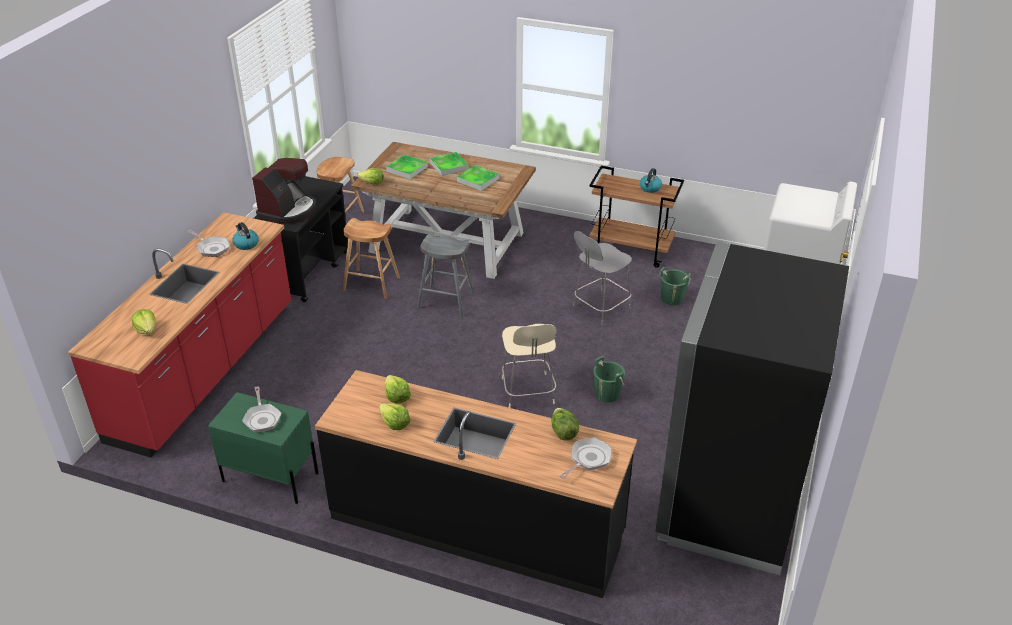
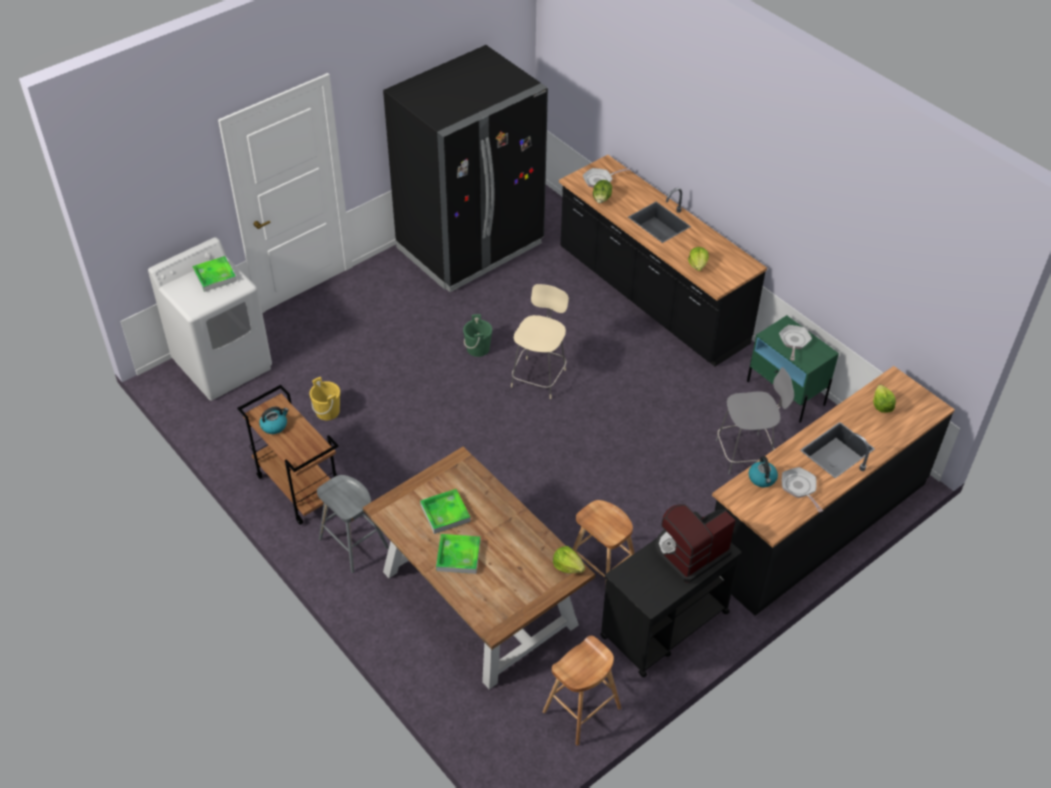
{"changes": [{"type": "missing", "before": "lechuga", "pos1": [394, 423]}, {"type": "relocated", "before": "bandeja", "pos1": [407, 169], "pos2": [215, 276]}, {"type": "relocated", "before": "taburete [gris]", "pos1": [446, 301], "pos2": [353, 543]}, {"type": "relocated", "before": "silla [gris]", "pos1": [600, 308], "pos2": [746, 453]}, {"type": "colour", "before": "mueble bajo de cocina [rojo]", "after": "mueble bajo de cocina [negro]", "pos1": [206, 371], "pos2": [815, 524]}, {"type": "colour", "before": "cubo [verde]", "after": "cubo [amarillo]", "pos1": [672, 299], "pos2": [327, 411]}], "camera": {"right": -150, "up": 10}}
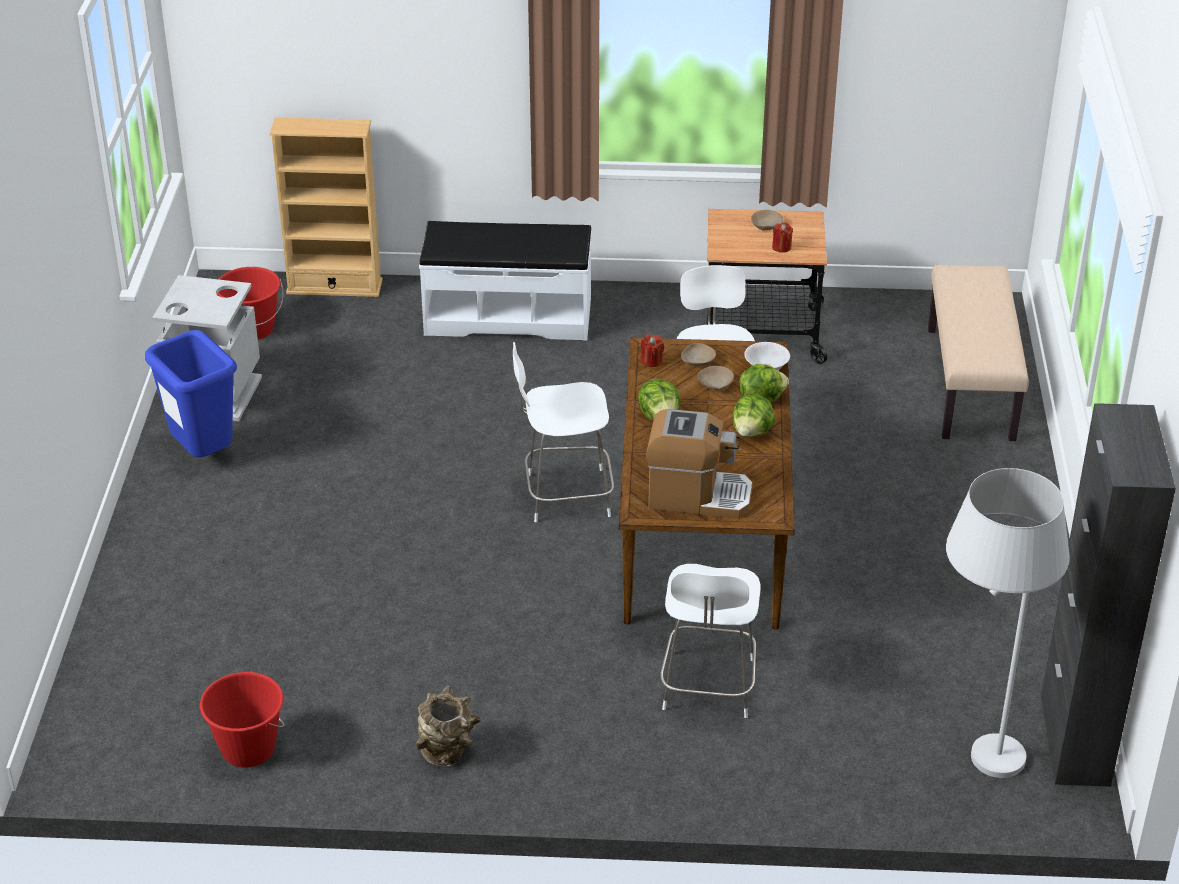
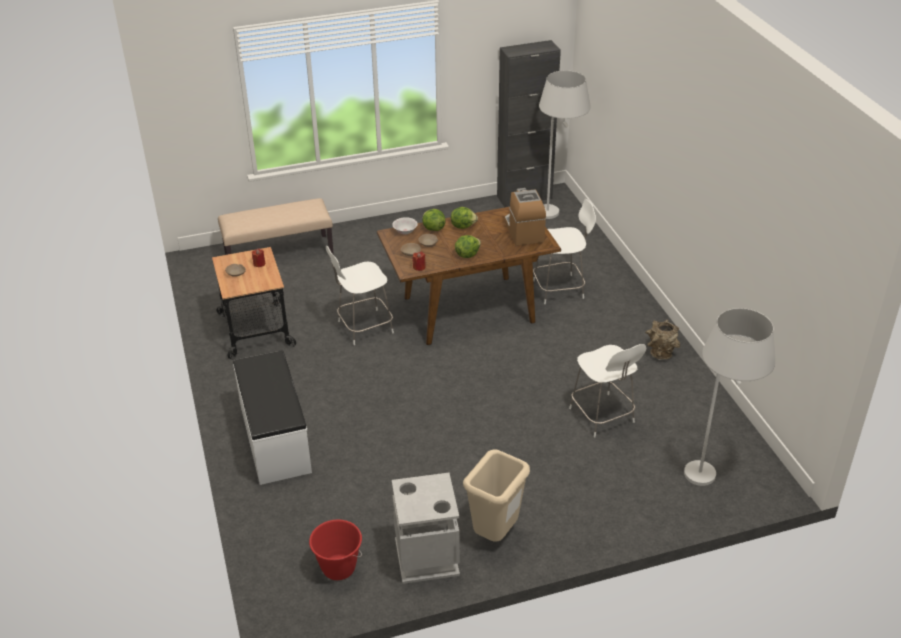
{"changes": [{"type": "missing", "before": "cubo [rojo]", "pos1": [248, 750]}, {"type": "missing", "before": "estantería [beis]", "pos1": [334, 286]}, {"type": "appeared", "after": "lámpara de pie [blanco]", "pos2": [713, 484]}, {"type": "relocated", "before": "silla [blanco]", "pos1": [564, 495], "pos2": [602, 417]}, {"type": "colour", "before": "papelera [azul]", "after": "papelera [beis]", "pos1": [203, 455], "pos2": [495, 535]}], "camera": {"right": -110, "up": 0}}
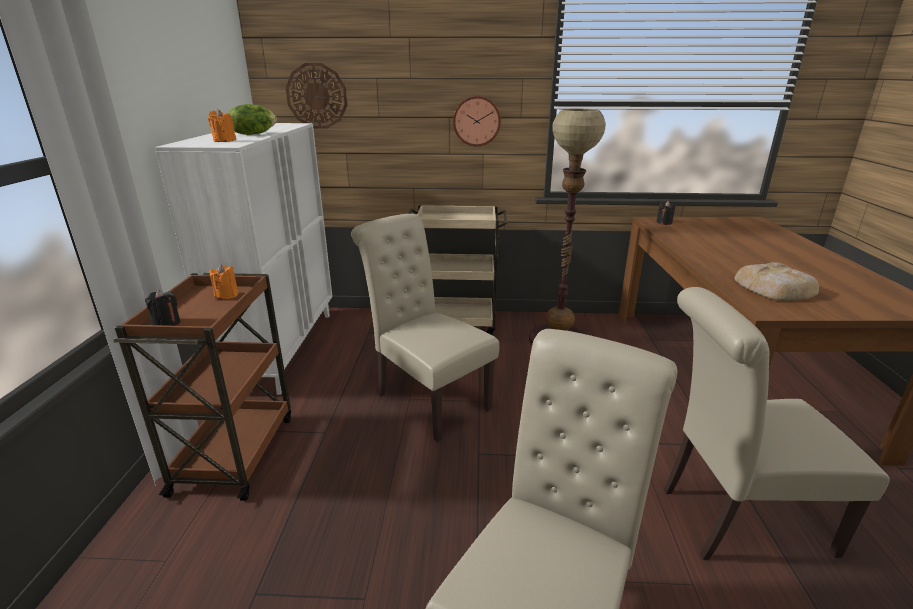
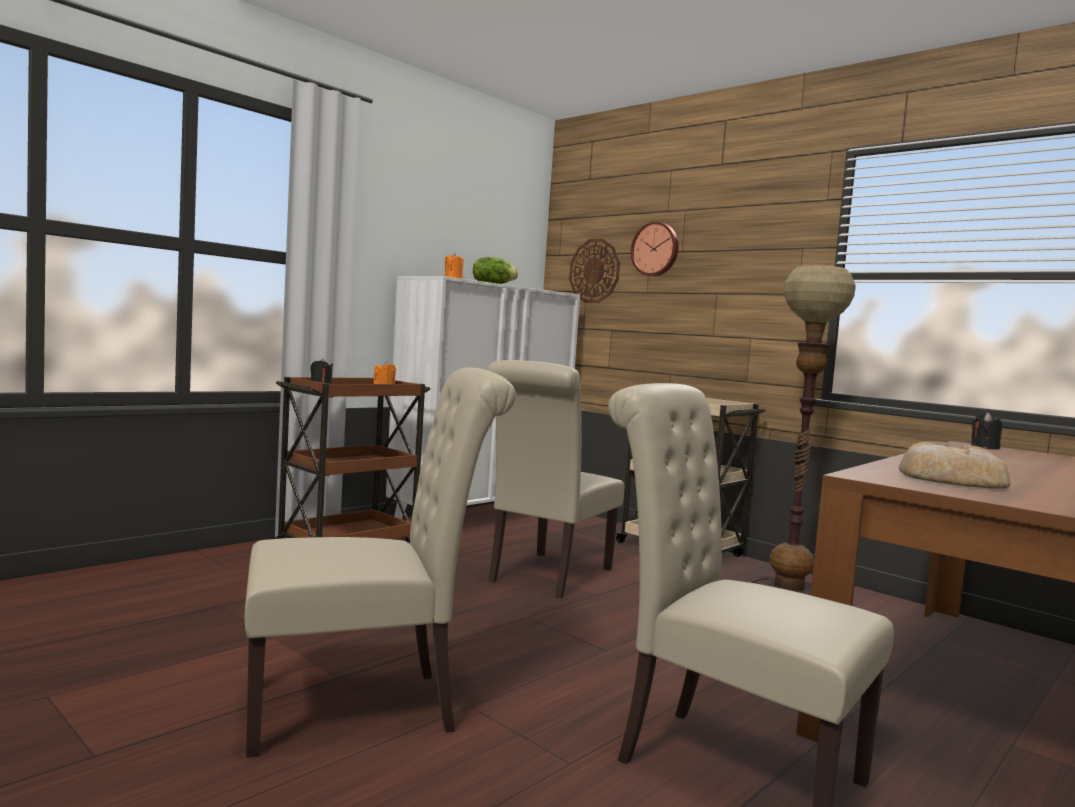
{"changes": [{"type": "relocated", "before": "reloj de pared", "pos1": [476, 121], "pos2": [656, 249]}, {"type": "spun", "before": "silla [beis]", "pos1": [427, 399], "pos2": [546, 577], "turn": -150}], "camera": {"right": 40, "up": -20}}
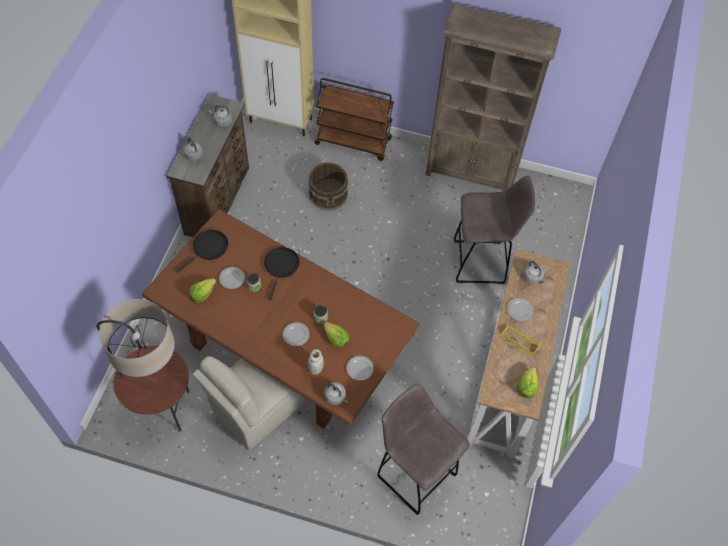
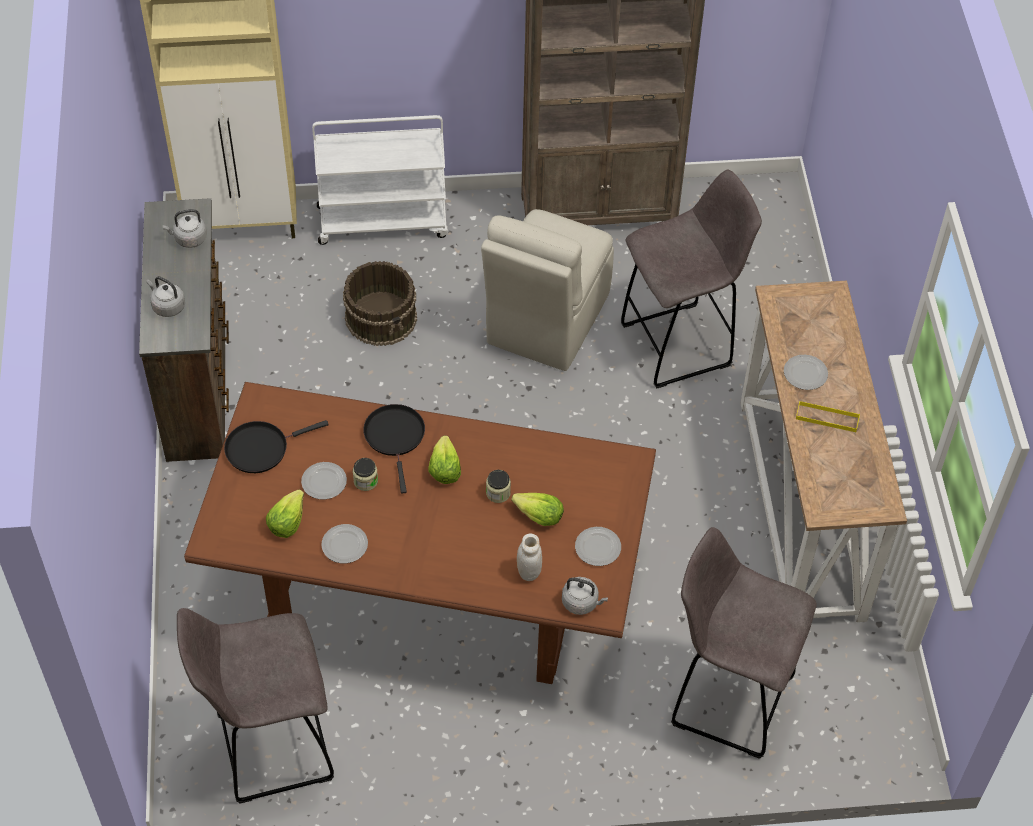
{"changes": [{"type": "missing", "before": "hervidor [gris]", "pos1": [533, 278]}, {"type": "relocated", "before": "silla [beis]", "pos1": [256, 408], "pos2": [546, 320]}, {"type": "relocated", "before": "plato", "pos1": [296, 334], "pos2": [344, 545]}, {"type": "relocated", "before": "lechuga", "pos1": [526, 386], "pos2": [444, 469]}, {"type": "exchanged", "before": "lámpara de pie", "after": "taburete [gris]", "pos1": [163, 408], "pos2": [270, 748]}, {"type": "colour", "before": "carrito [marrón]", "after": "carrito [blanco]", "pos1": [354, 141], "pos2": [383, 221]}, {"type": "spun", "before": "sartén [negro]", "pos1": [208, 248], "pos2": [261, 448], "turn": -135}], "camera": {"right": -20, "up": -5}}
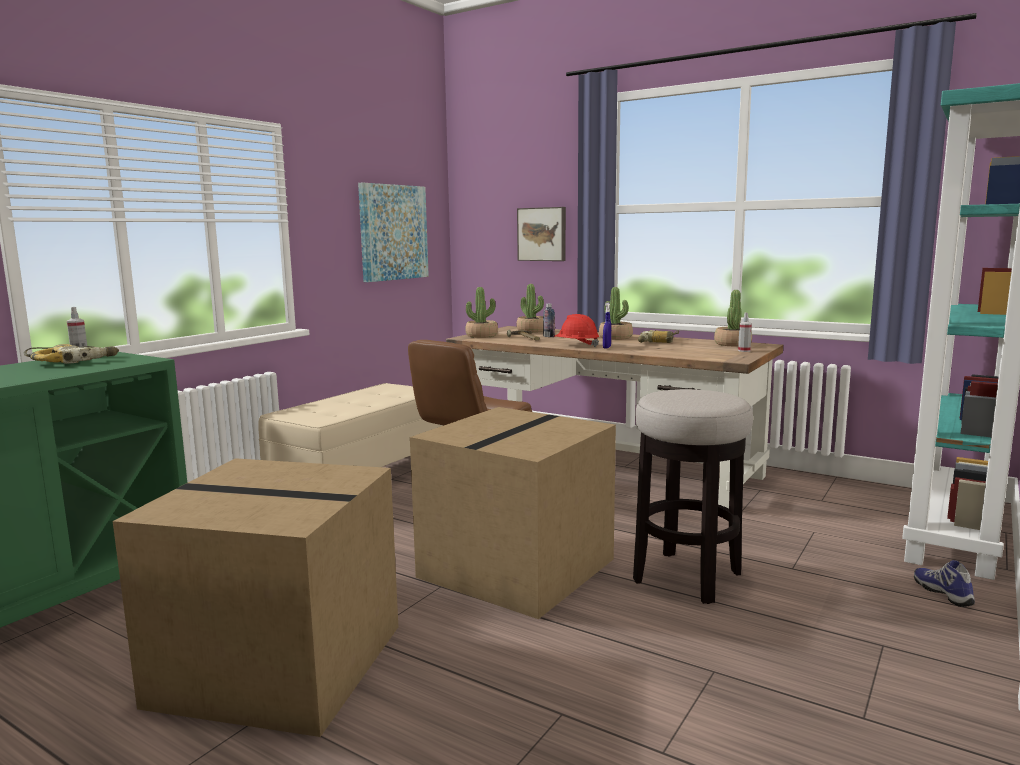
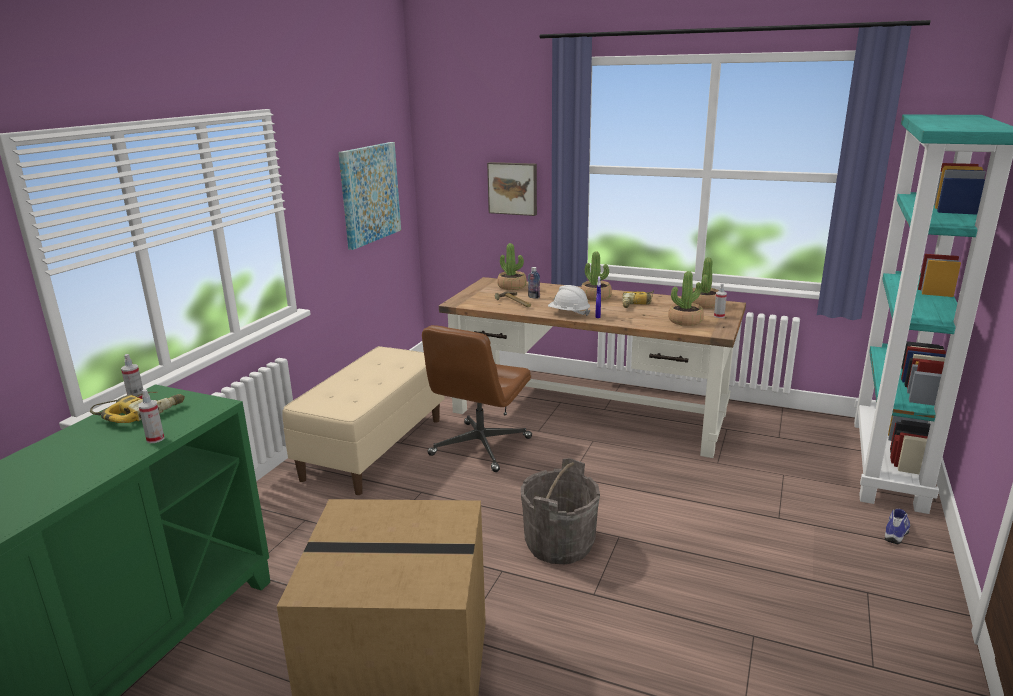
{"changes": [{"type": "missing", "before": "taburete", "pos1": [686, 577]}, {"type": "appeared", "after": "pulverizador", "pos2": [155, 439]}, {"type": "relocated", "before": "planta en maceta", "pos1": [482, 336], "pos2": [685, 321]}, {"type": "exchanged", "before": "caja de cartón", "after": "cubo [gris]", "pos1": [517, 569], "pos2": [559, 544]}, {"type": "colour", "before": "casco [rojo]", "after": "casco [blanco]", "pos1": [576, 345], "pos2": [568, 313]}, {"type": "spun", "before": "zapato", "pos1": [944, 593], "pos2": [897, 532], "turn": 60}], "camera": {"right": -10, "up": 10}}
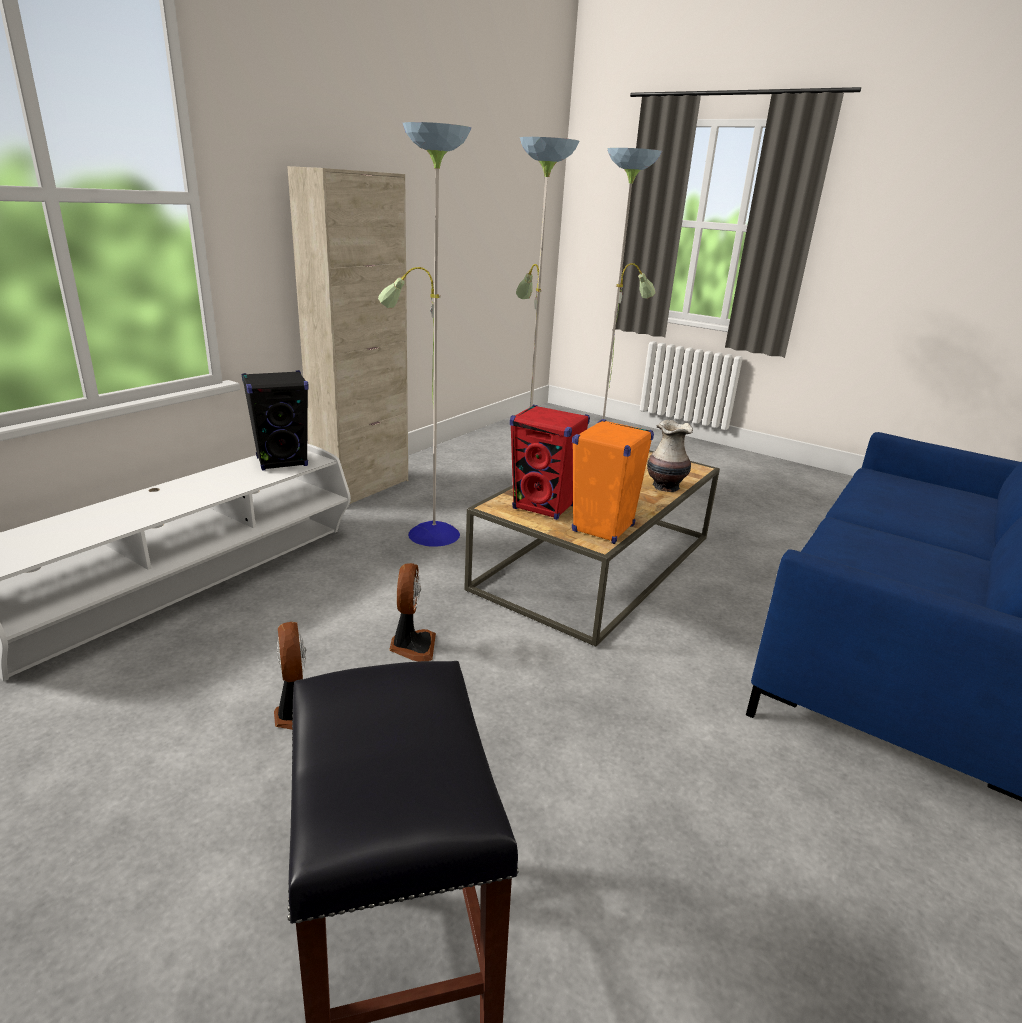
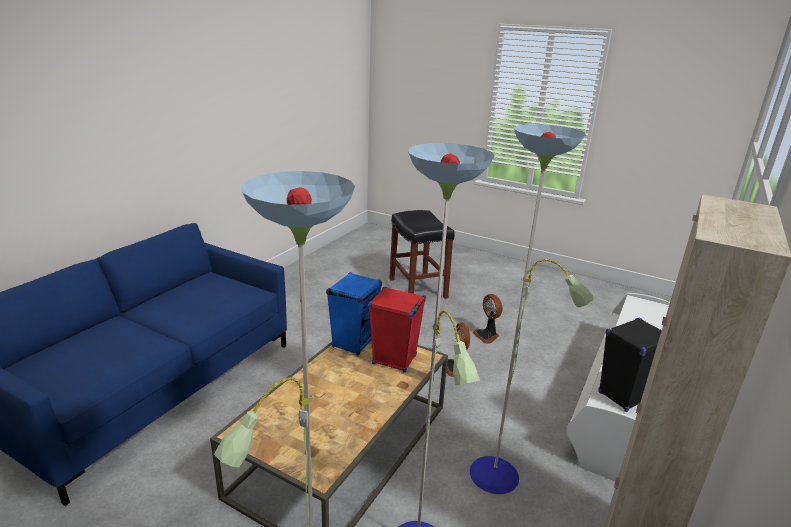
{"changes": [{"type": "missing", "before": "florero", "pos1": [665, 487]}, {"type": "colour", "before": "altavoz [naranja]", "after": "altavoz [azul]", "pos1": [603, 528], "pos2": [353, 343]}], "camera": {"right": 175, "up": 0}}
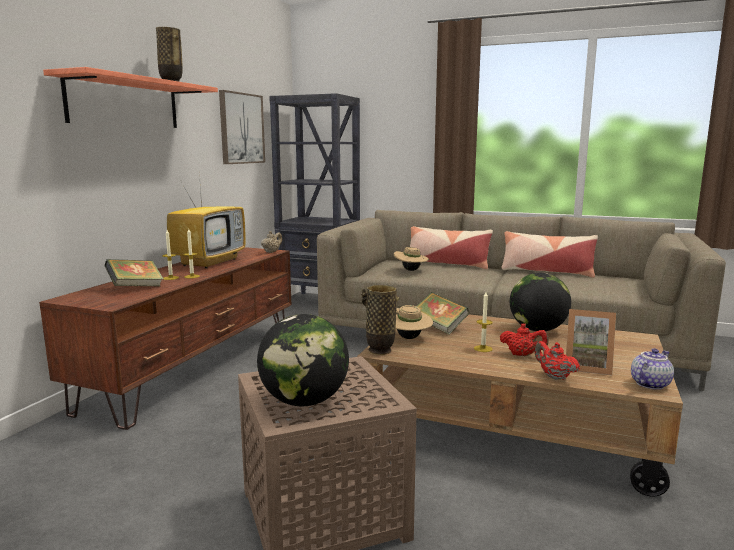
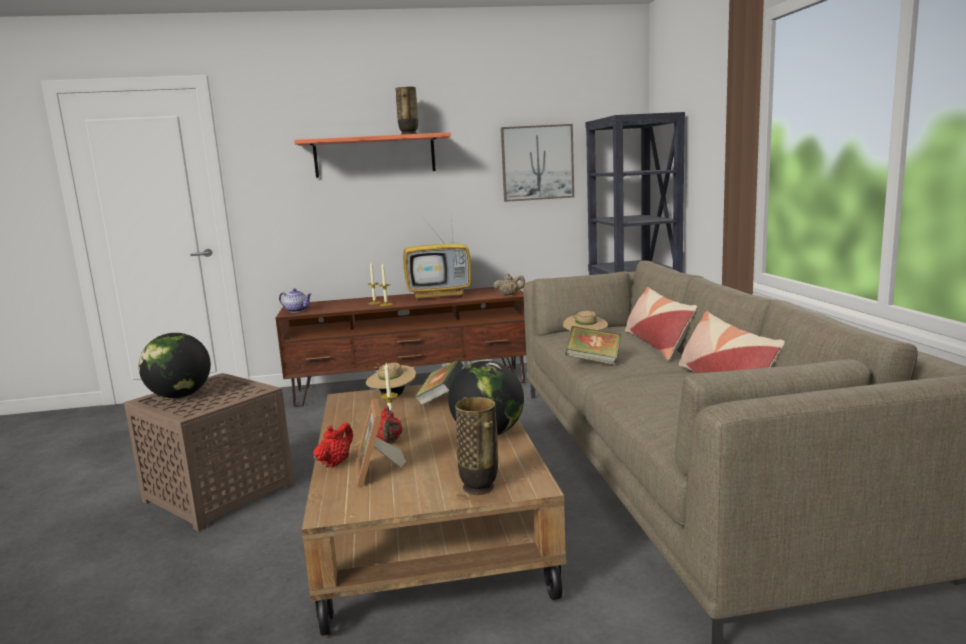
{"changes": [{"type": "relocated", "before": "libro", "pos1": [135, 288], "pos2": [594, 361]}, {"type": "relocated", "before": "florero", "pos1": [380, 350], "pos2": [479, 487]}, {"type": "relocated", "before": "tetera", "pos1": [649, 384], "pos2": [297, 310]}], "camera": {"right": 60, "up": 0}}
